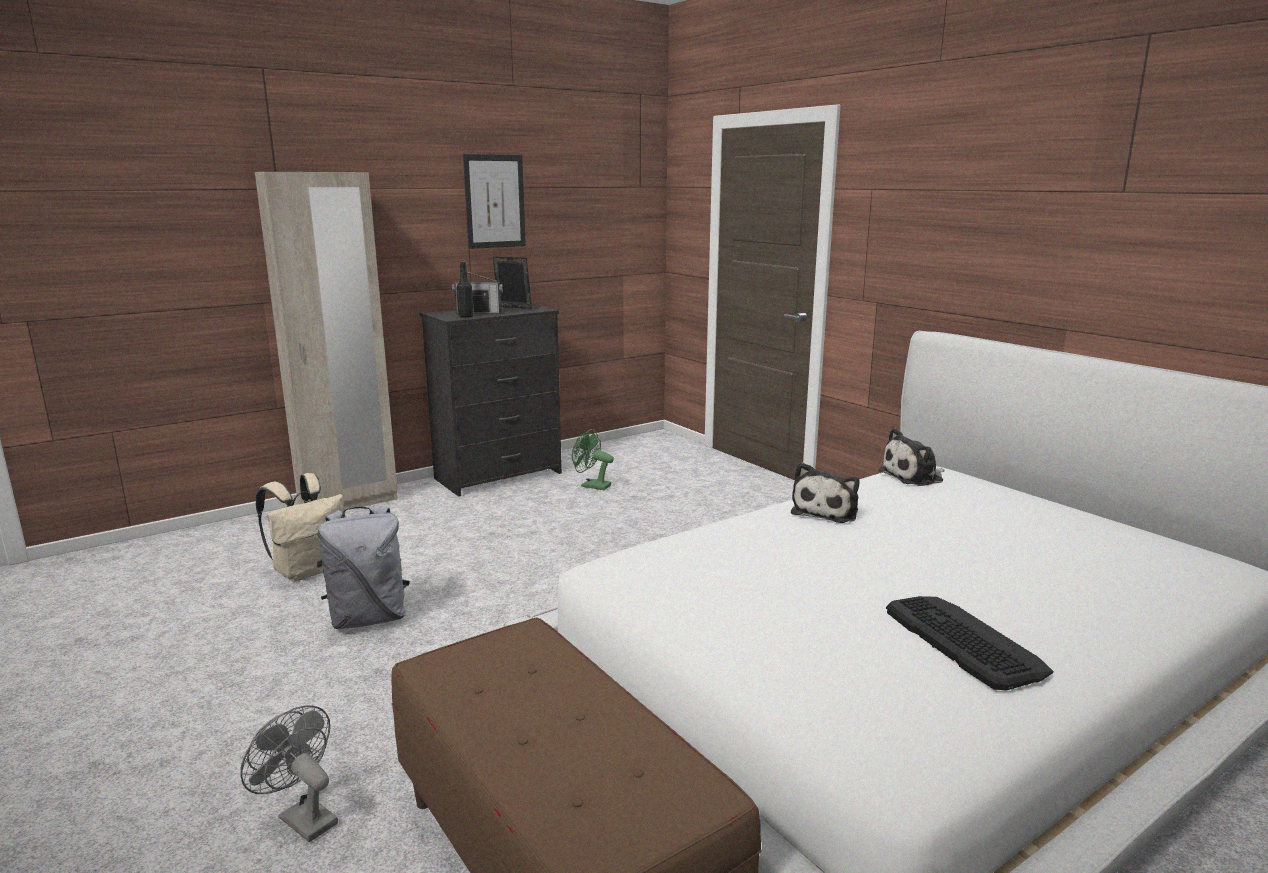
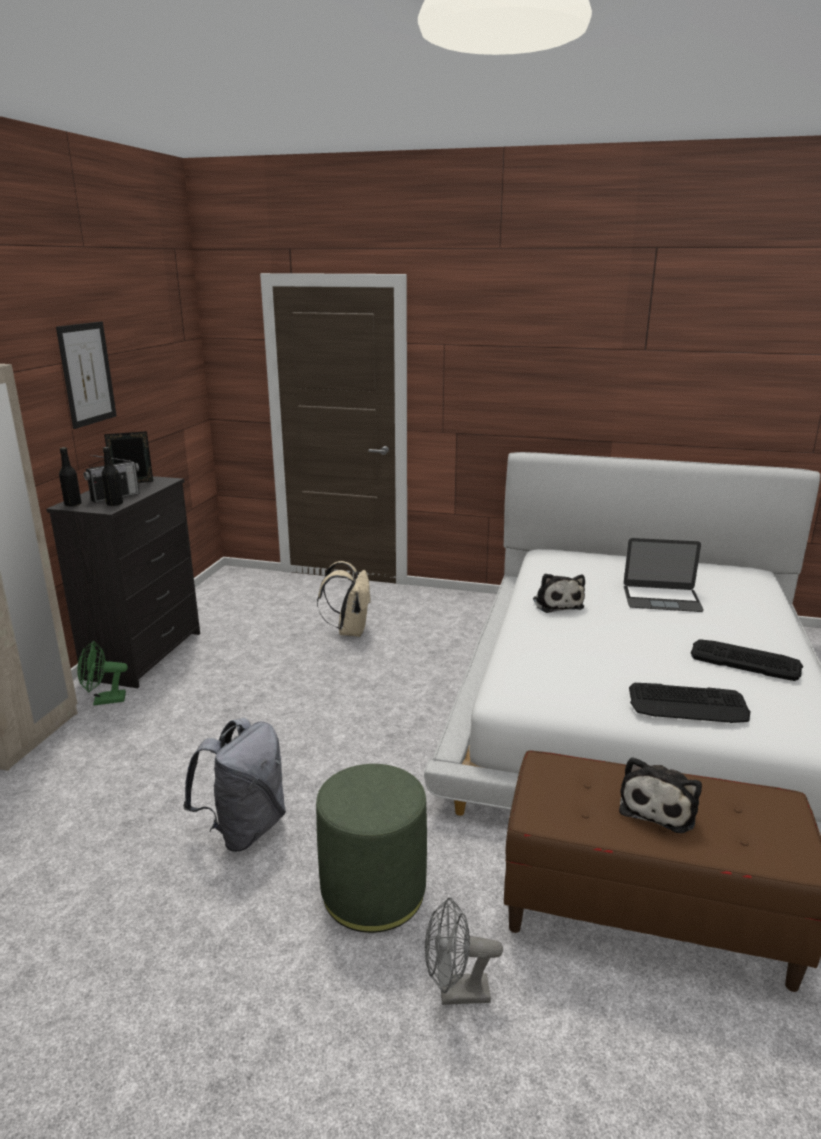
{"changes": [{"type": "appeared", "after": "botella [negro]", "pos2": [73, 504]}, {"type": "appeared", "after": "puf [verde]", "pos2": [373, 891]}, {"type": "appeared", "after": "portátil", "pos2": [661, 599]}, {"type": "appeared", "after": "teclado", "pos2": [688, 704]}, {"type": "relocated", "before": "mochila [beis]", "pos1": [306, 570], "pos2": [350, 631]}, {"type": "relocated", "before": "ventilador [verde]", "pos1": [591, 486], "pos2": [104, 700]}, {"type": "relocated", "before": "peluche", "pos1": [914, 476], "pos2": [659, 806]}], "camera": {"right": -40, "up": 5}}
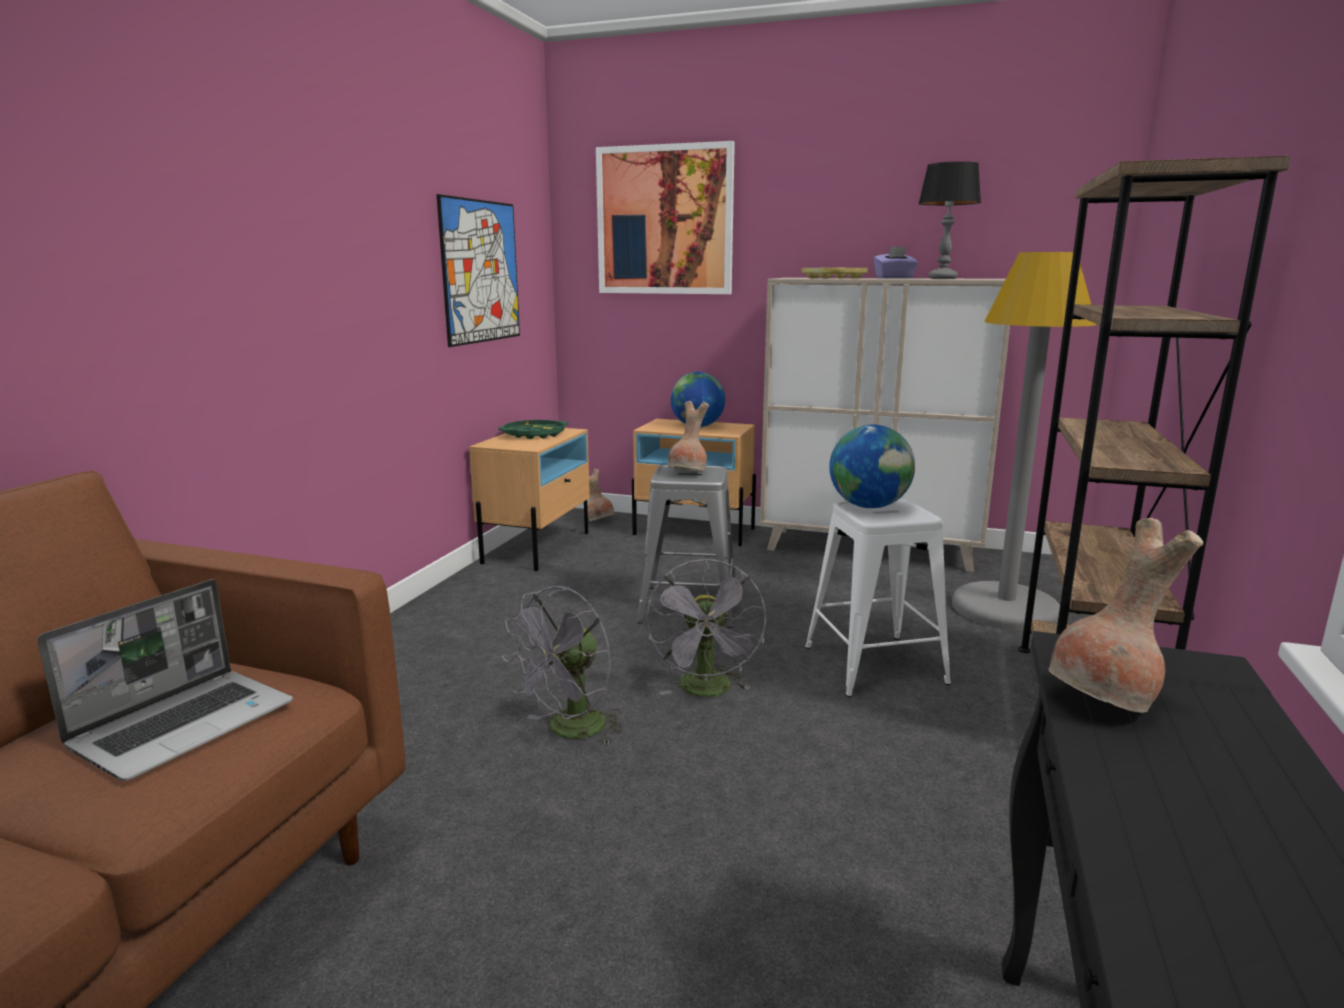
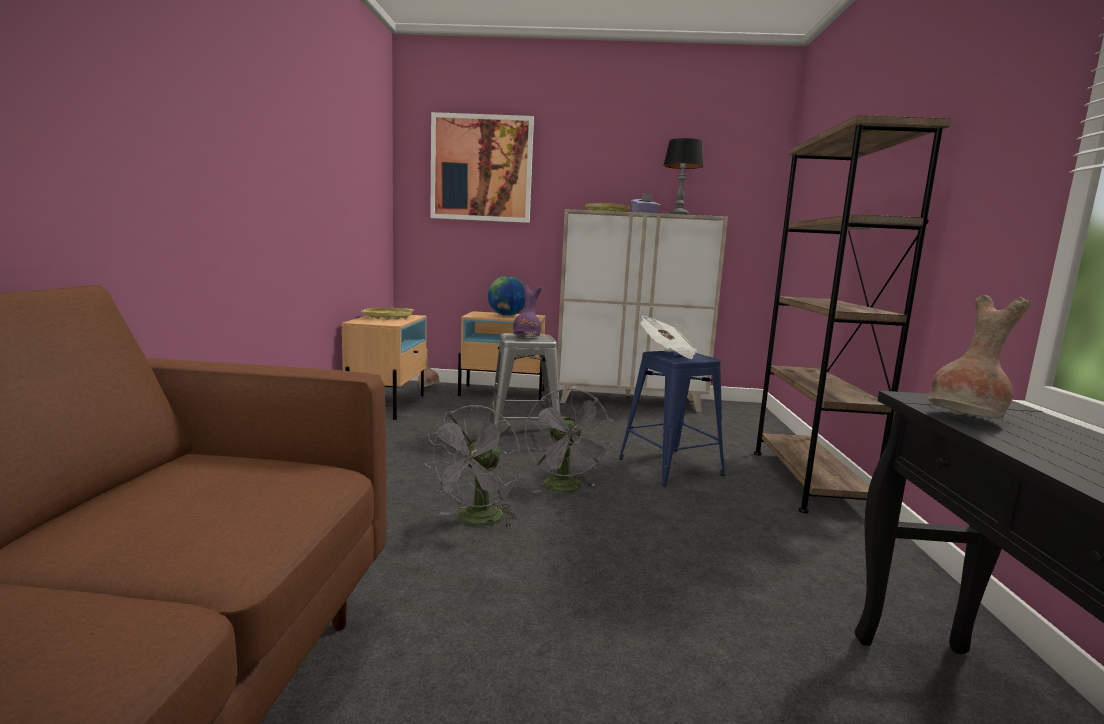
{"changes": [{"type": "missing", "before": "portátil", "pos1": [185, 724]}, {"type": "missing", "before": "cuadro", "pos1": [481, 272]}, {"type": "missing", "before": "lámpara de pie [gris]", "pos1": [1005, 609]}, {"type": "exchanged", "before": "globo terráqueo", "after": "periódico", "pos1": [869, 506], "pos2": [667, 353]}, {"type": "colour", "before": "bandeja [verde]", "after": "bandeja [amarillo]", "pos1": [534, 434], "pos2": [388, 317]}, {"type": "colour", "before": "florero [marrón]", "after": "florero [morado]", "pos1": [688, 474], "pos2": [527, 338]}, {"type": "colour", "before": "taburete [blanco]", "after": "taburete [azul]", "pos1": [874, 665], "pos2": [670, 467]}], "camera": {"right": -15, "up": -5}}
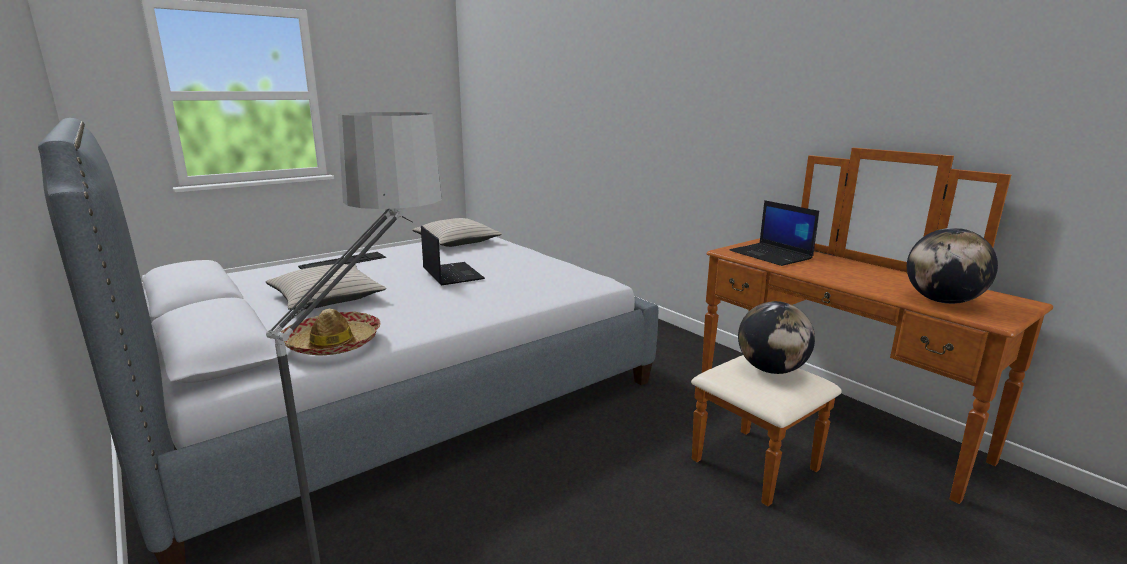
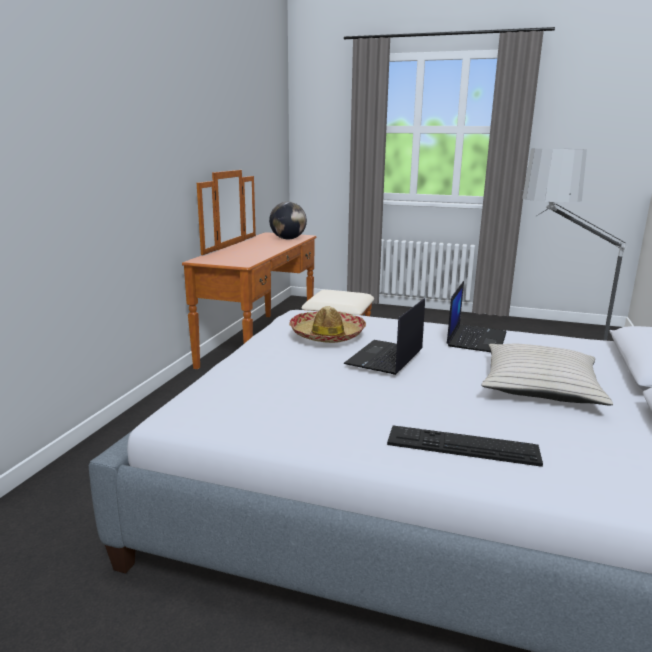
{"changes": [{"type": "missing", "before": "cojín [beis]", "pos1": [457, 241]}, {"type": "missing", "before": "globo terráqueo", "pos1": [771, 369]}, {"type": "relocated", "before": "sombrero", "pos1": [333, 344], "pos2": [327, 335]}, {"type": "relocated", "before": "portátil", "pos1": [772, 255], "pos2": [476, 339]}], "camera": {"right": -125, "up": 0}}
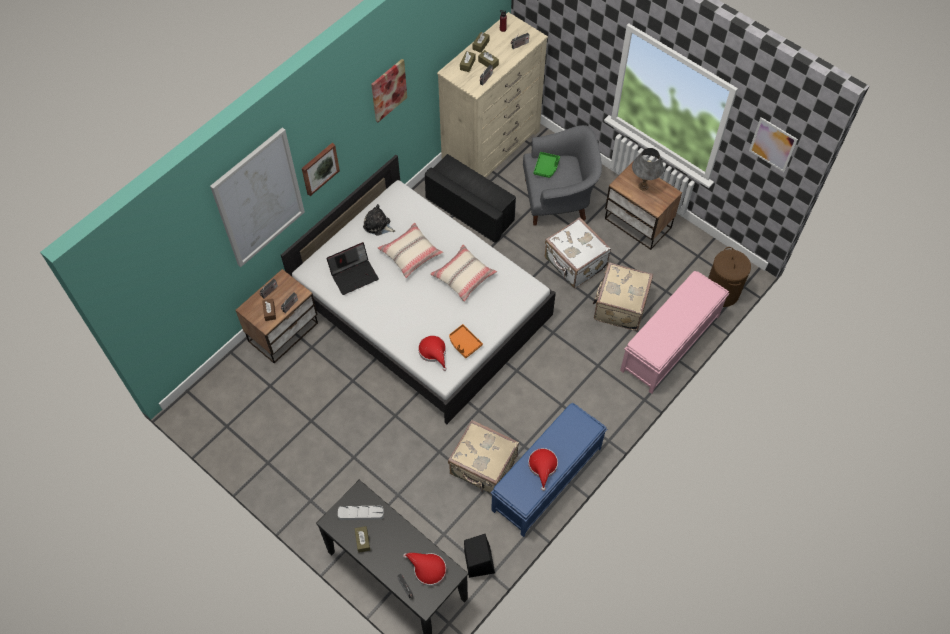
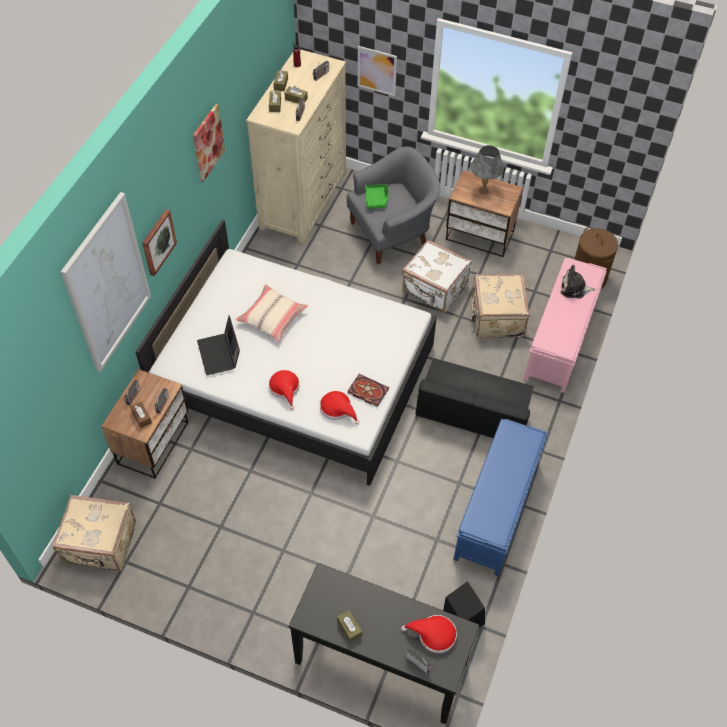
{"changes": [{"type": "missing", "before": "bandeja [gris]", "pos1": [361, 513]}, {"type": "missing", "before": "cojín [beis]", "pos1": [463, 276]}, {"type": "relocated", "before": "peluche", "pos1": [378, 225], "pos2": [574, 288]}, {"type": "relocated", "before": "puf [negro]", "pos1": [470, 210], "pos2": [472, 415]}, {"type": "relocated", "before": "maleta [beis]", "pos1": [483, 467], "pos2": [100, 544]}, {"type": "relocated", "before": "sombrero [rojo]", "pos1": [543, 467], "pos2": [285, 388]}, {"type": "relocated", "before": "cuadro", "pos1": [773, 144], "pos2": [377, 71]}, {"type": "exchanged", "before": "bandeja [naranja]", "after": "libro", "pos1": [464, 343], "pos2": [366, 391]}, {"type": "spun", "before": "portátil", "pos1": [354, 275], "pos2": [220, 354], "turn": 120}], "camera": {"right": -20, "up": -5}}
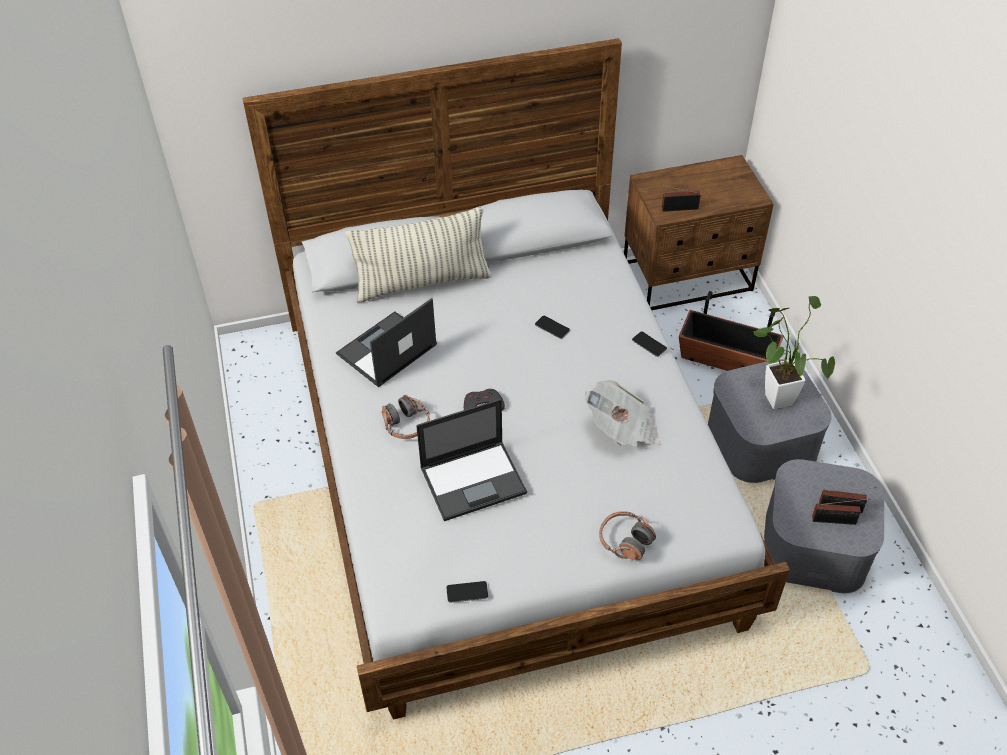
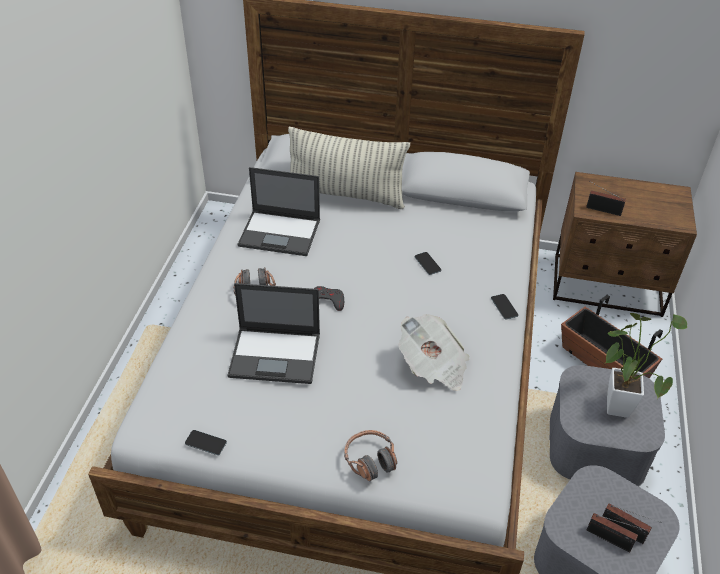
{"changes": [{"type": "spun", "before": "portátil", "pos1": [386, 350], "pos2": [281, 233], "turn": -150}], "camera": {"right": 25, "up": -5}}
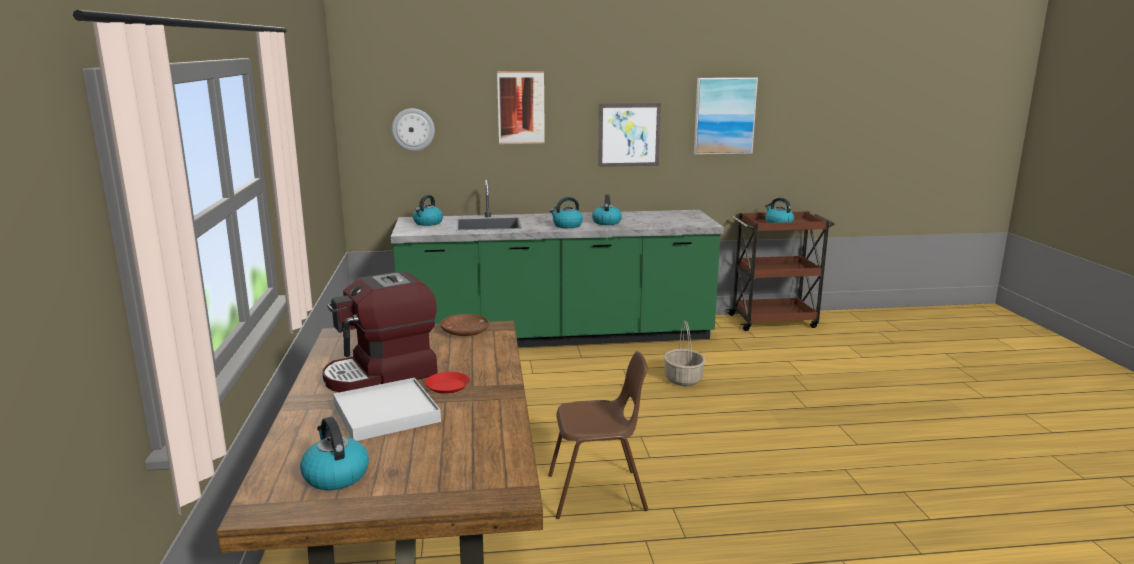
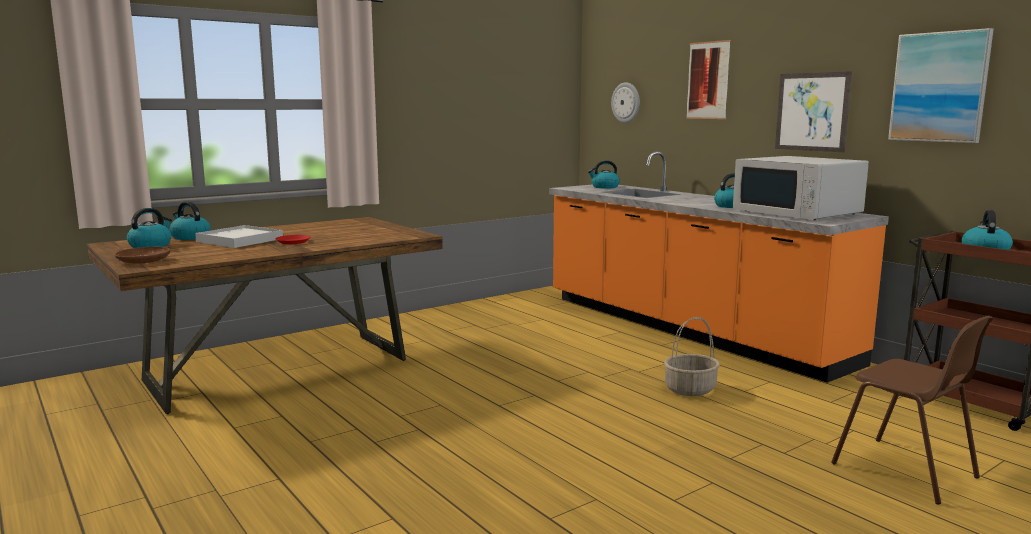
{"changes": [{"type": "missing", "before": "cafetera", "pos1": [382, 375]}, {"type": "appeared", "after": "microondas [blanco]", "pos2": [797, 212]}, {"type": "relocated", "before": "plato [marrón]", "pos1": [465, 331], "pos2": [144, 261]}, {"type": "relocated", "before": "silla [marrón]", "pos1": [598, 493], "pos2": [905, 471]}, {"type": "relocated", "before": "hervidor", "pos1": [567, 225], "pos2": [190, 237]}, {"type": "colour", "before": "mueble bajo de cocina [verde]", "after": "mueble bajo de cocina [naranja]", "pos1": [557, 337], "pos2": [687, 329]}], "camera": {"right": 60, "up": -5}}
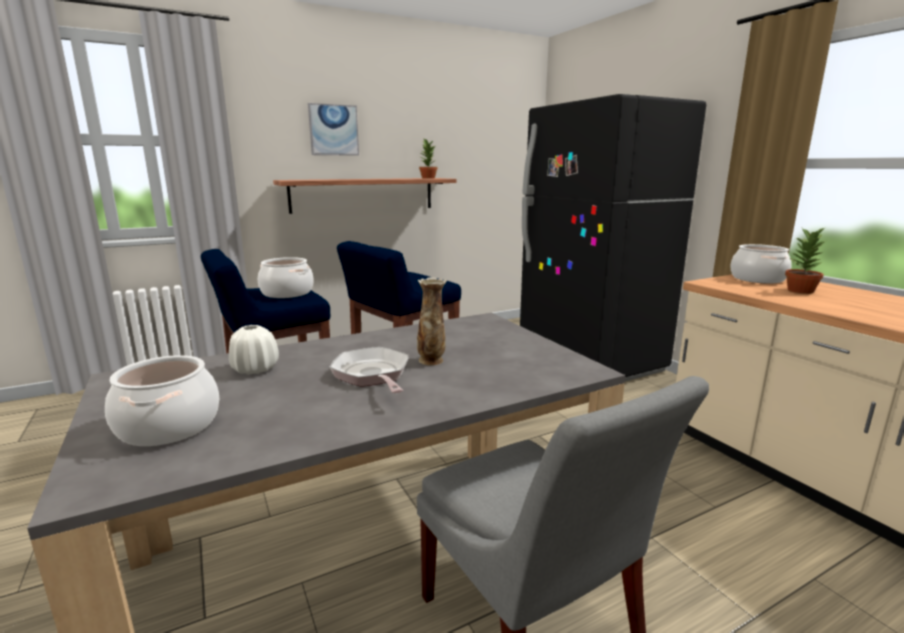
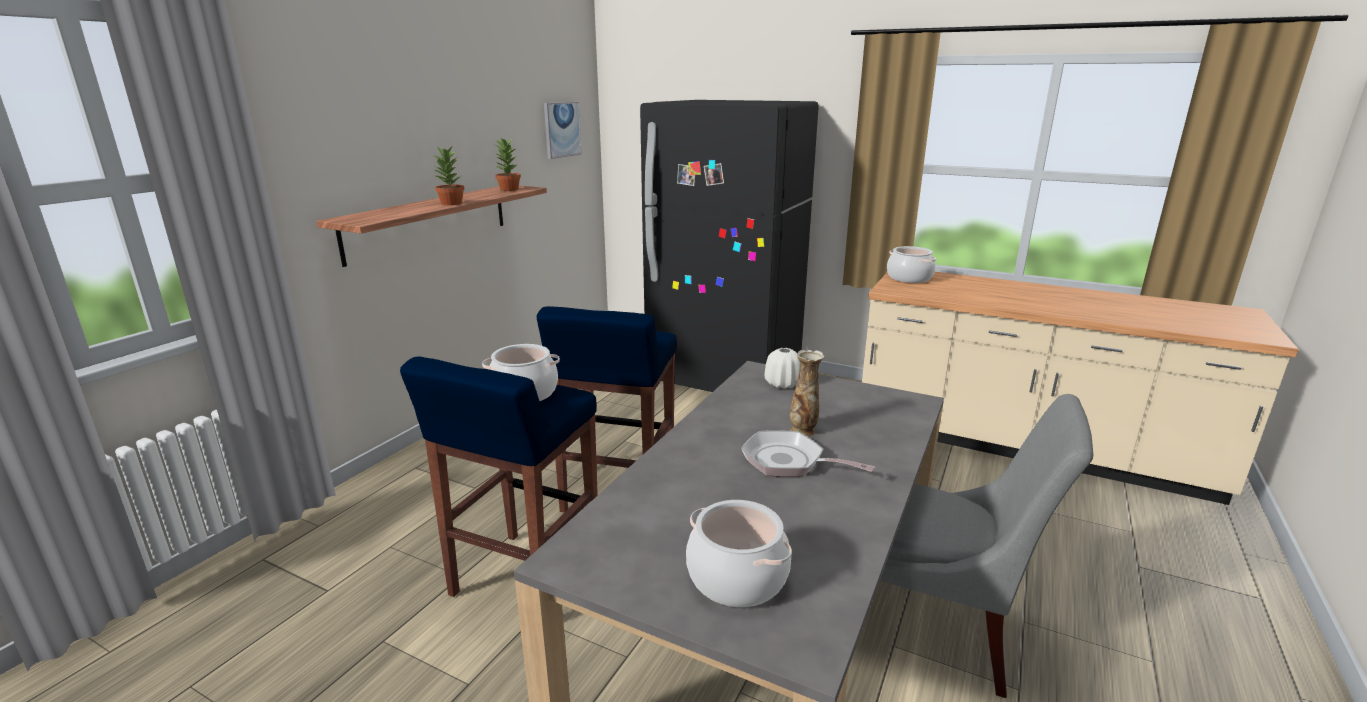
{"changes": [{"type": "relocated", "before": "florero [blanco]", "pos1": [255, 369], "pos2": [783, 384]}, {"type": "relocated", "before": "cuadro", "pos1": [333, 130], "pos2": [561, 129]}, {"type": "relocated", "before": "planta en maceta", "pos1": [801, 291], "pos2": [452, 203]}], "camera": {"right": -35, "up": 5}}
